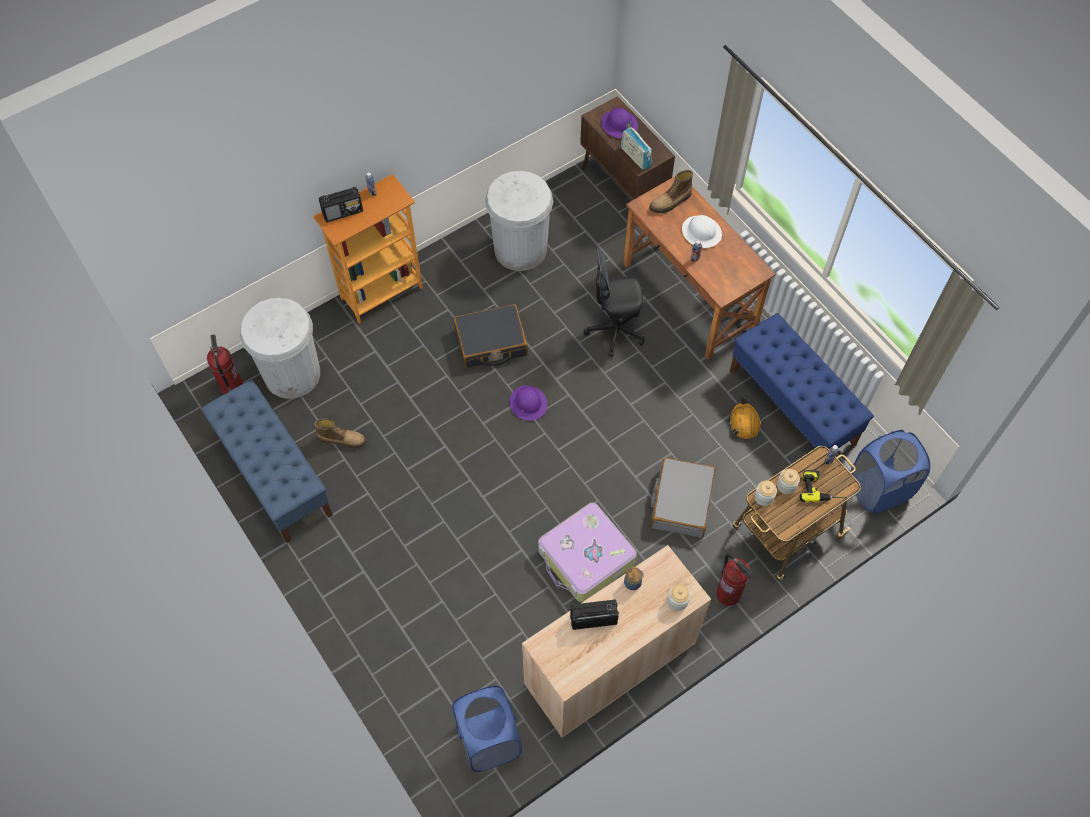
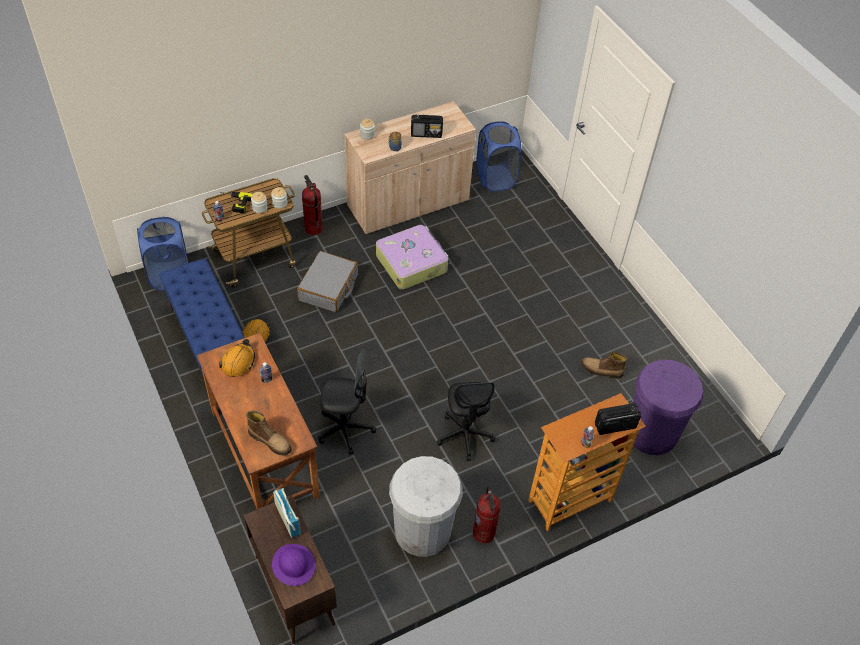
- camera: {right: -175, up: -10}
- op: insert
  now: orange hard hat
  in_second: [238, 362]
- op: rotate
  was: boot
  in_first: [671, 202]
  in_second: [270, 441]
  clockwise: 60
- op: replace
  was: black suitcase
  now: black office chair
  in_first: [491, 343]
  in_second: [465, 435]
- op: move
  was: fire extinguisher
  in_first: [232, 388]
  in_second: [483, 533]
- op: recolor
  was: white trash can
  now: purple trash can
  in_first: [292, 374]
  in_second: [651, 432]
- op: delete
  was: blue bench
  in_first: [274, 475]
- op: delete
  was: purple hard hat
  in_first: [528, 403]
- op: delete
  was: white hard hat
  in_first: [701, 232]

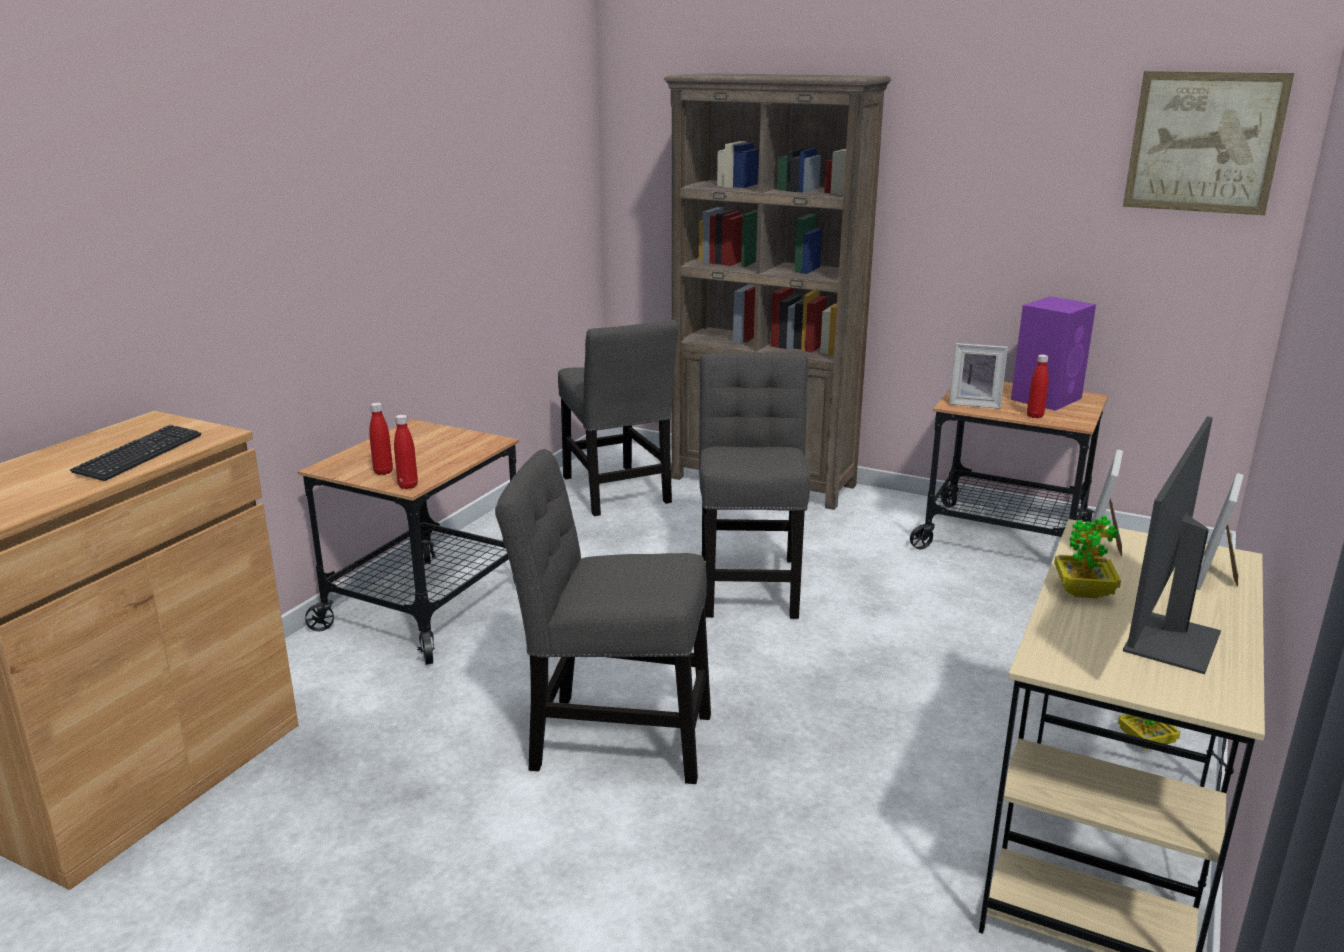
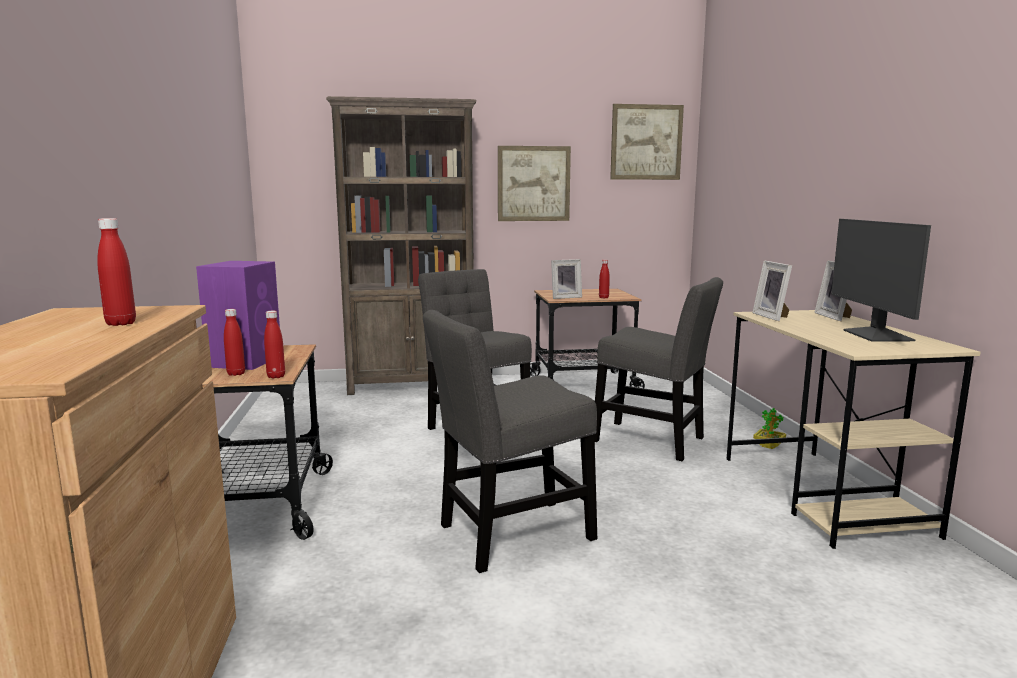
- camera: {right: -35, up: -10}
- op: replace
  was: keyboard
  now: red bottle
  in_first: [139, 455]
  in_second: [121, 323]
- op: move
  was: purple speaker
  in_first: [1047, 398]
  in_second: [246, 361]
- op: insert
  now: picture
  in_second: [533, 183]
- op: move
  was: grey chair
  in_first: [617, 493]
  in_second: [653, 441]
- op: delete
  was: potted plant
  in_first: [1083, 592]

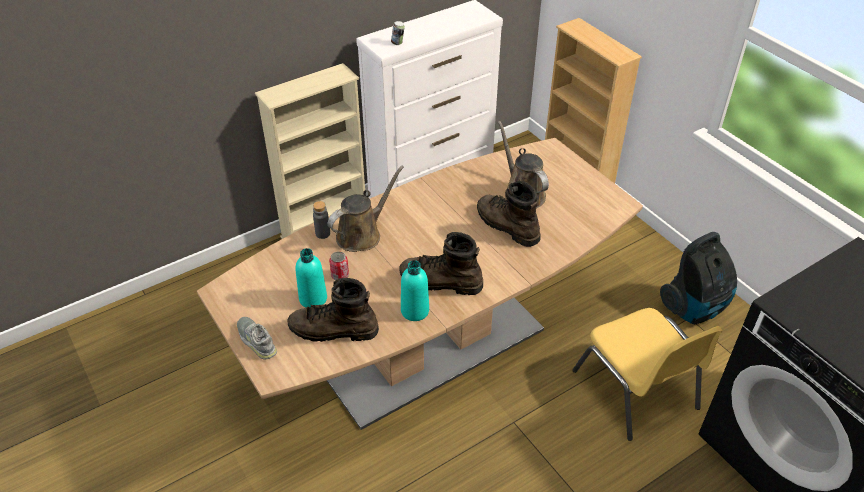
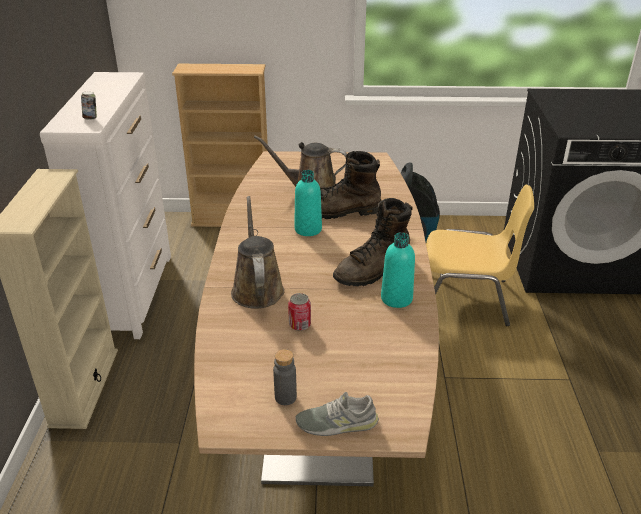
- camera: {right: -55, up: -10}
- op: move
  was: grey bottle
  in_first: [322, 233]
  in_second: [285, 397]
- op: move
  was: turquoise bottle
  in_first: [313, 299]
  in_second: [308, 229]
- op: delete
  was: brown boot
  in_first: [333, 331]

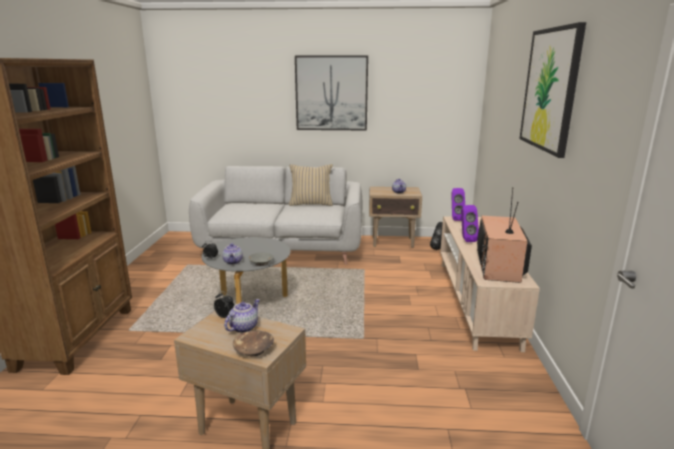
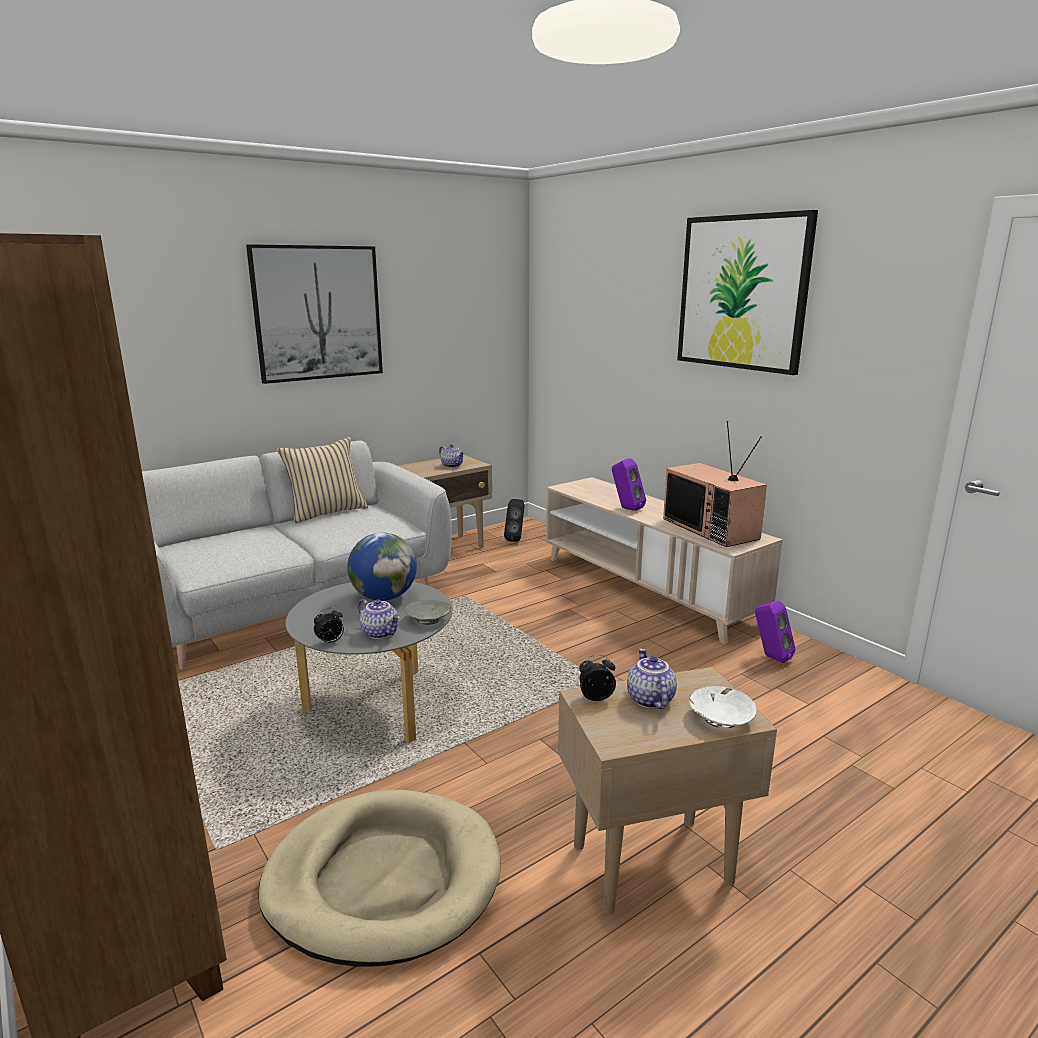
- camera: {right: -40, up: 0}
- op: insert
  now: beige dog bed
  in_second: [383, 880]
- op: insert
  now: globe
  in_second: [384, 597]
- op: recolor
  was: brown bowl
  now: white bowl
  in_first: [254, 349]
  in_second: [720, 717]
- op: move
  was: purple speaker
  in_first: [455, 219]
  in_second: [770, 657]

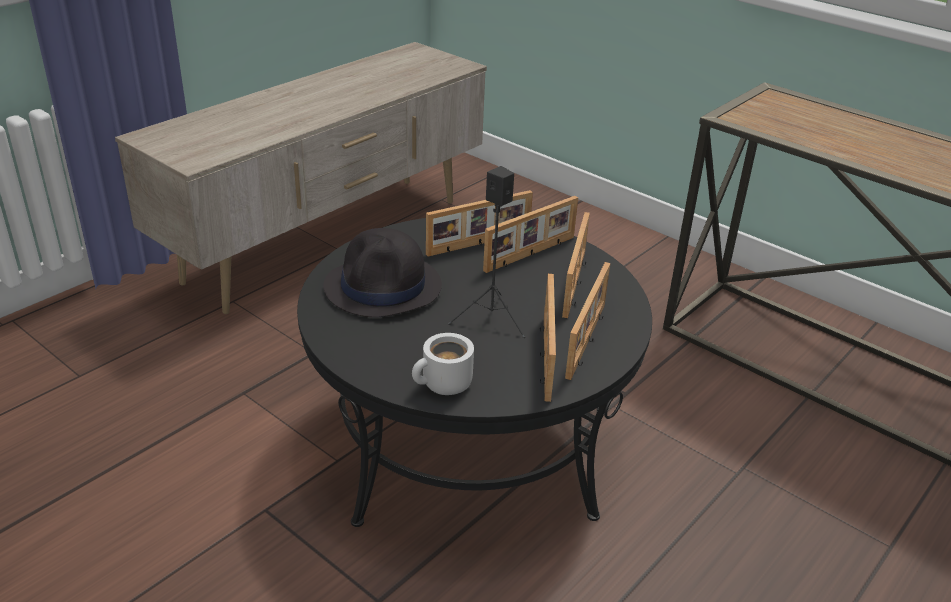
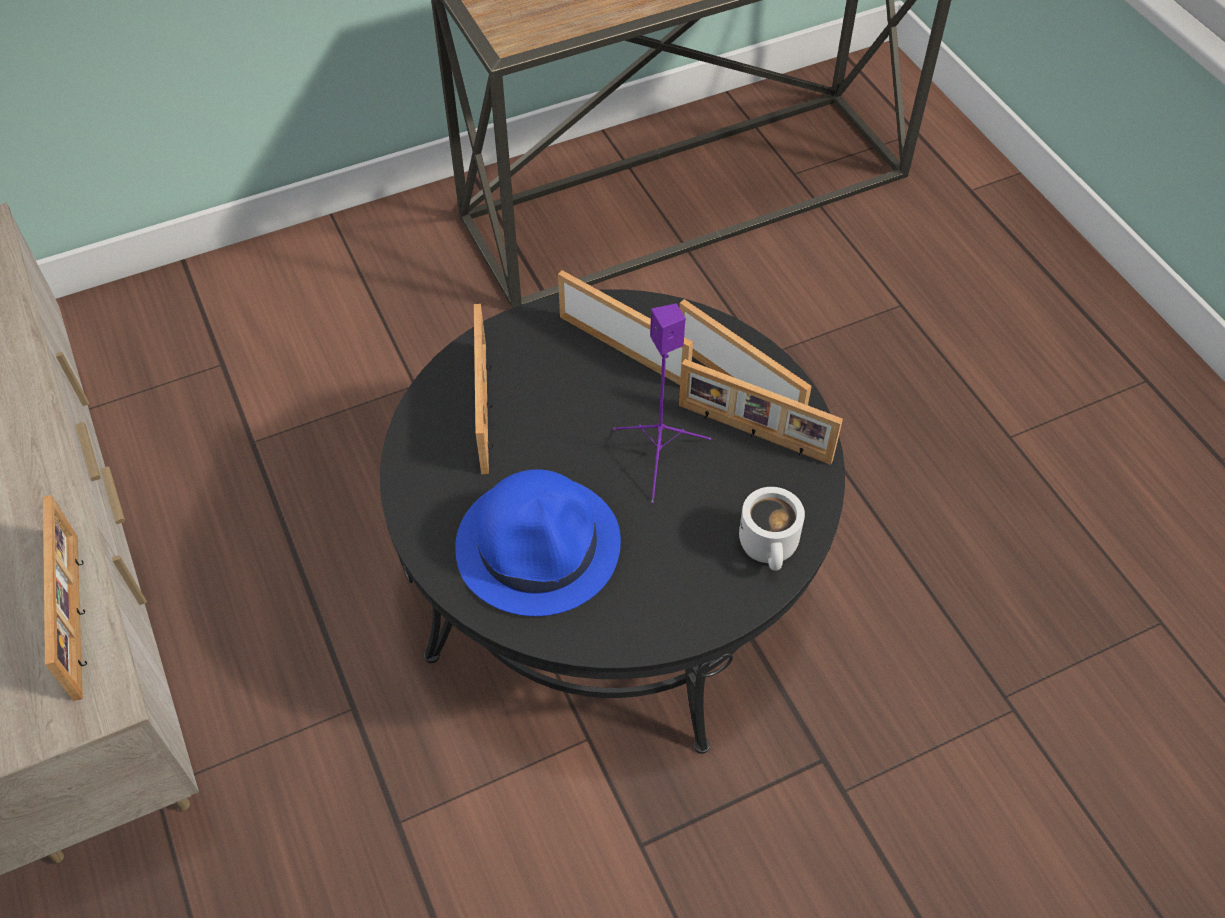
- camera: {right: -65, up: 20}
- op: move
  was: picture frame
  in_first: [531, 254]
  in_second: [79, 614]
- op: recolor
  was: black hat
  now: blue hat
  in_first: [384, 287]
  in_second: [539, 545]
- op: recolor
  was: black speaker
  now: purple speaker
  in_first: [490, 318]
  in_second: [659, 457]

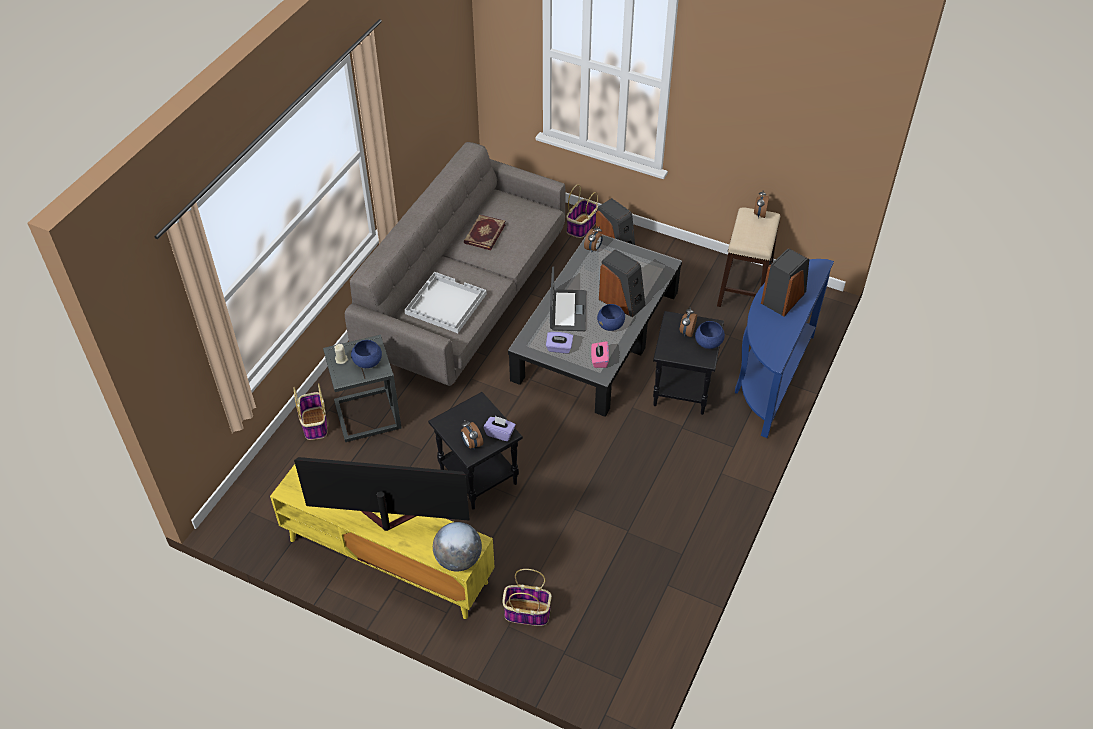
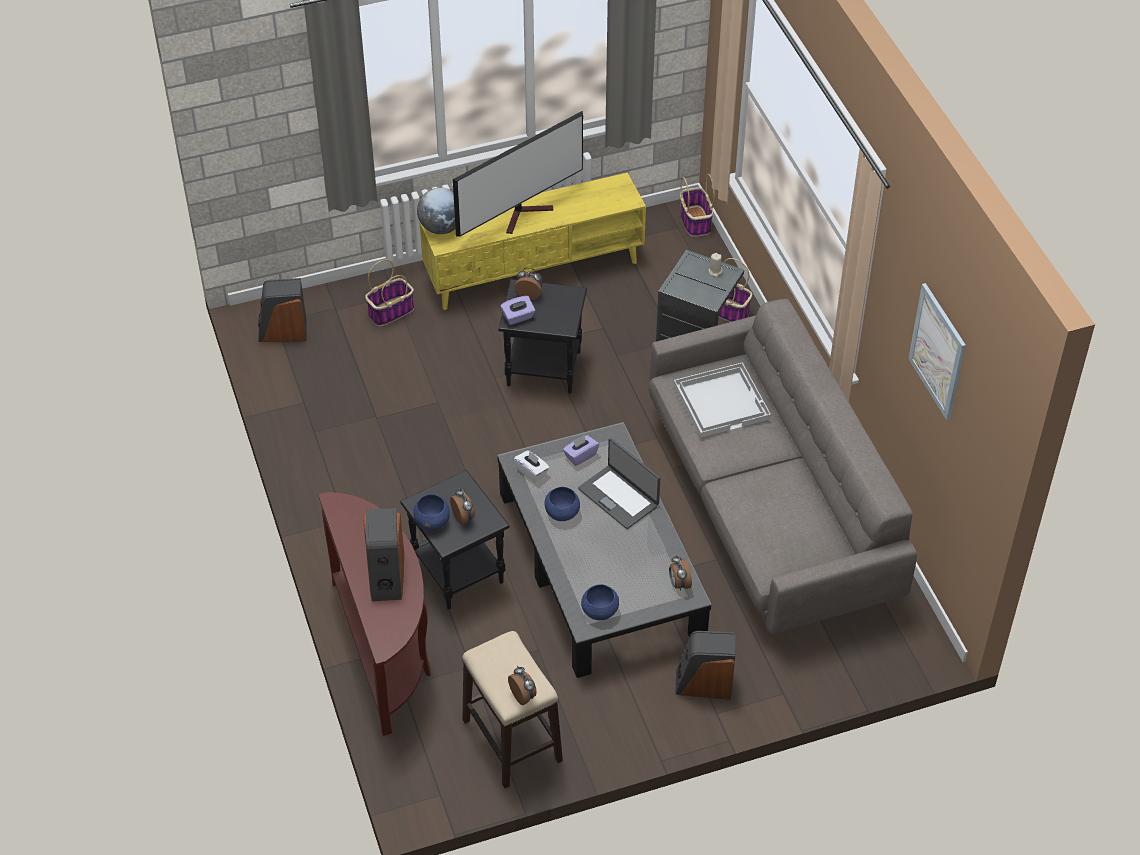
- camera: {right: 135, up: 0}
- op: move
  was: speaker
  in_first: [622, 301]
  in_second: [283, 331]
- op: recolor
  was: blue console table
  now: brown console table
  in_first: [770, 378]
  in_second: [385, 650]
- op: recolor
  was: pink tissue box
  now: white tissue box
  in_first: [599, 360]
  in_second: [532, 472]
- op: move
  was: blue bowl
  in_first: [367, 362]
  in_second: [599, 611]
- op: move
  was: basket
  in_first: [581, 226]
  in_second: [695, 221]
- op: insert
  now: picture
  in_second: [938, 351]
- op: delete
  was: book
  in_first: [484, 233]

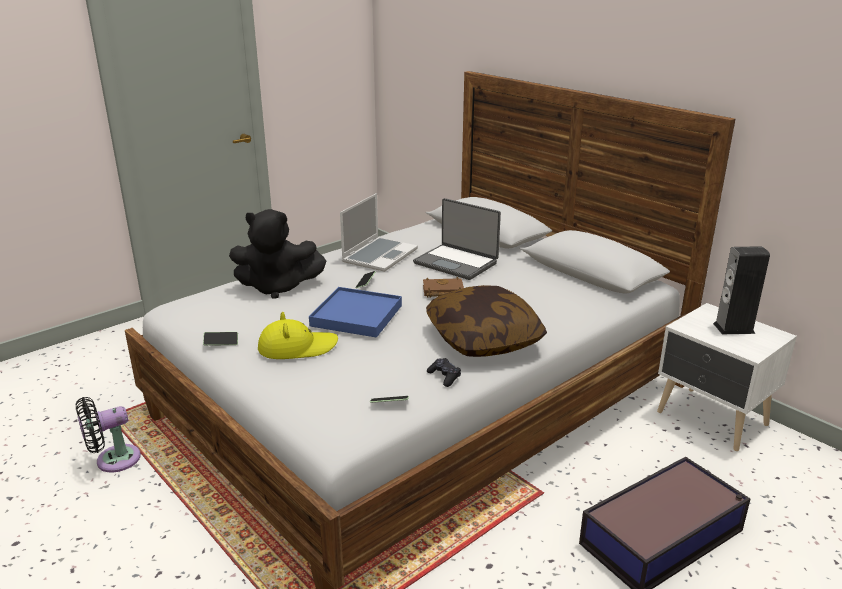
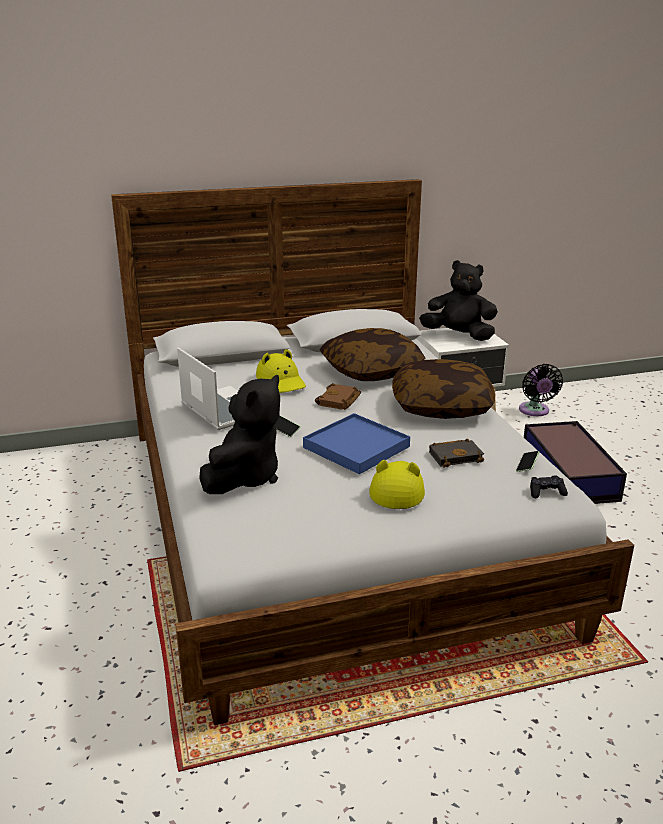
- camera: {right: -65, up: 0}
- op: replace
  was: laptop
  now: yellow hat
  in_first: [456, 263]
  in_second: [281, 381]
- op: insert
  now: pillow
  in_second: [371, 370]
- op: replace
  was: speaker
  now: black plush toy
  in_first: [733, 328]
  in_second: [459, 335]
- op: insert
  now: black book
  in_second: [456, 456]
- op: move
  was: black fan
  in_first: [113, 460]
  in_second: [535, 411]
- op: move
  was: black game controller
  in_first: [444, 377]
  in_second: [546, 492]
- op: delete
  was: phone
  in_first: [221, 343]

